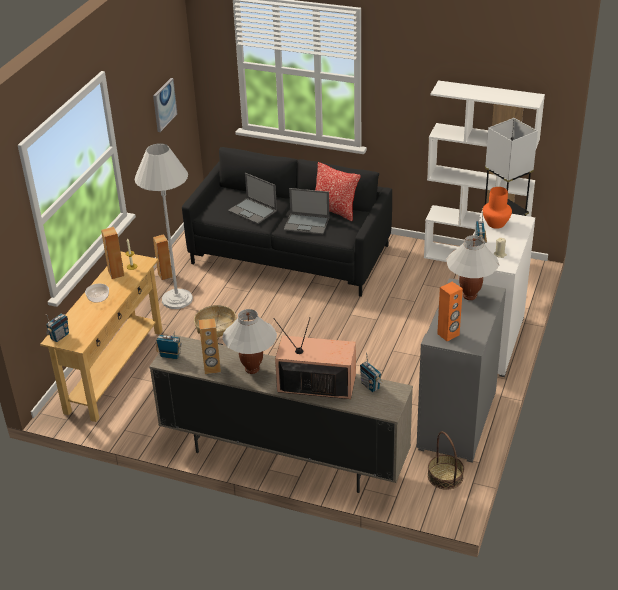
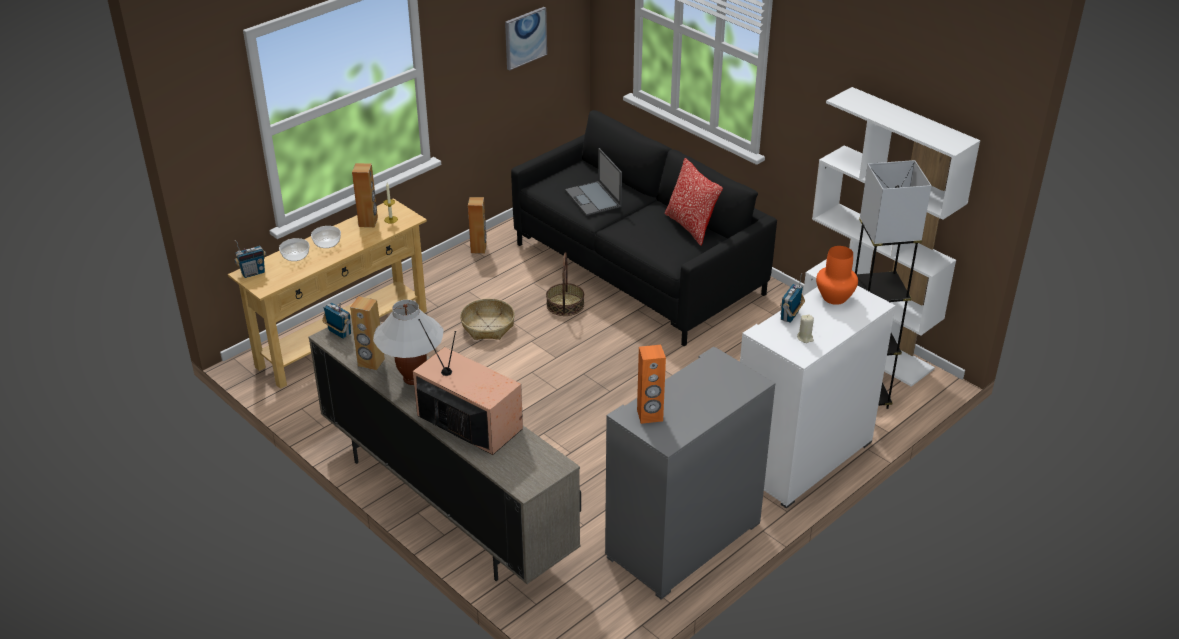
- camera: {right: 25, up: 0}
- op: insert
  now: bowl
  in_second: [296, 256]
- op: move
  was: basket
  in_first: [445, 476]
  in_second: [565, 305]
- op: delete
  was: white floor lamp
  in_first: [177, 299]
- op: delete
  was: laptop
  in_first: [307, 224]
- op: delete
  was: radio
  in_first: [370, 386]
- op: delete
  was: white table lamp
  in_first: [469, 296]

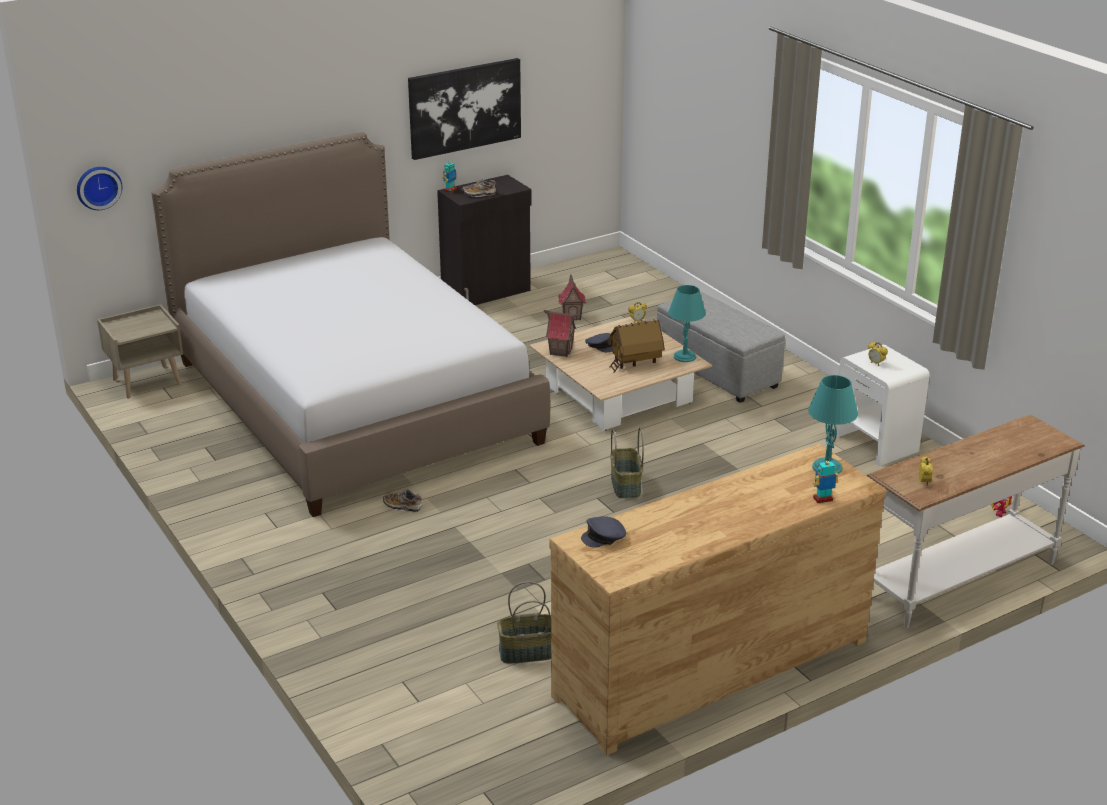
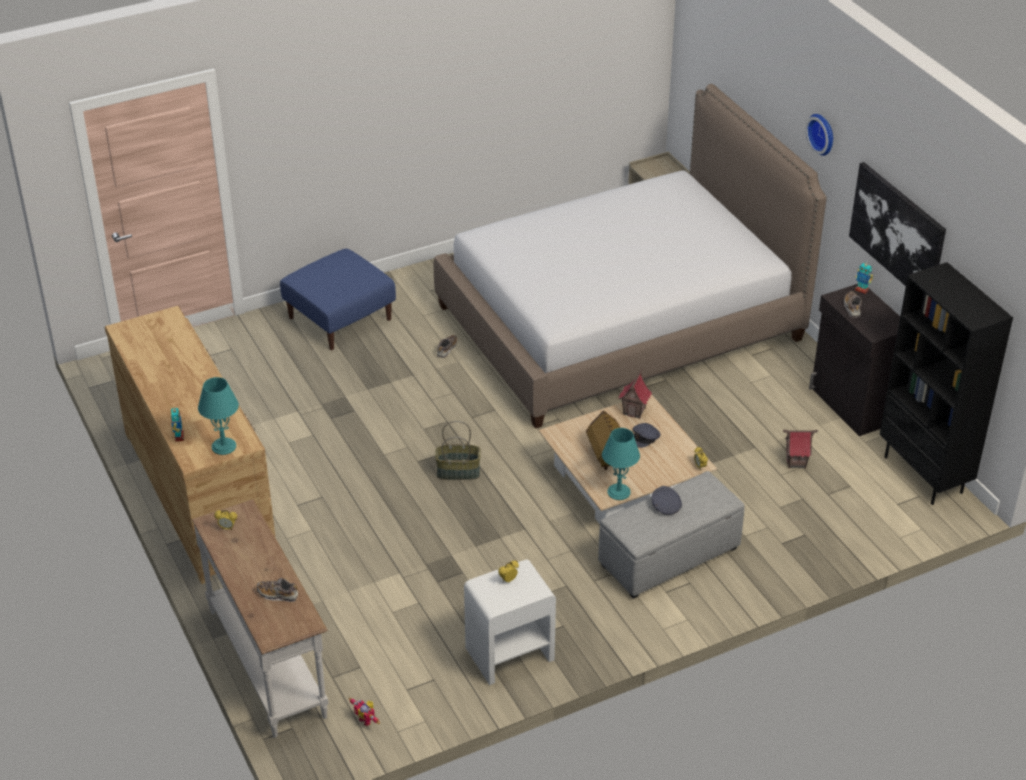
- camera: {right: 95, up: 10}
- op: insert
  now: shoe
  in_second: [278, 594]
- op: insert
  now: blue ottoman
  in_second: [340, 318]
- op: move
  was: grey cap
  in_first: [604, 537]
  in_second: [665, 506]
- op: move
  was: wall clock
  in_first: [98, 187]
  in_second: [823, 133]
- op: insert
  now: black bookcase
  in_second: [924, 475]
- op: delete
  was: basket
  in_first: [527, 653]

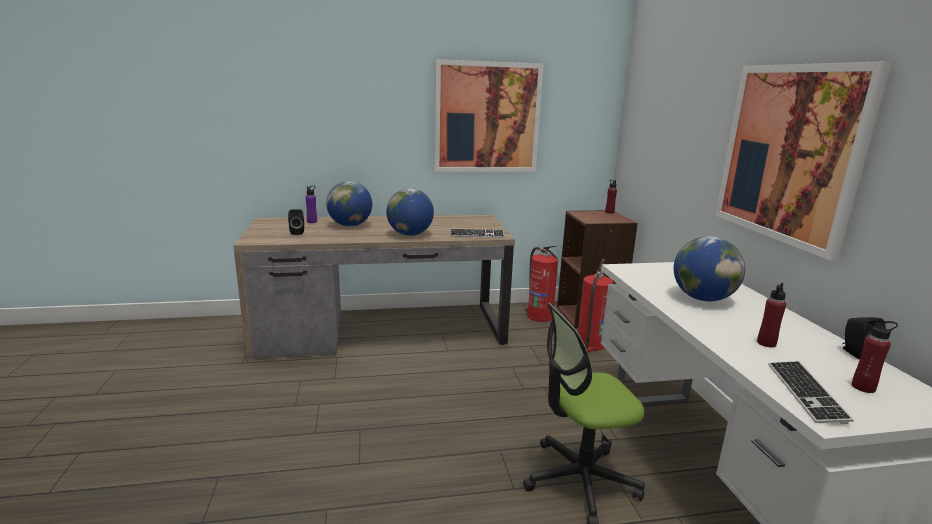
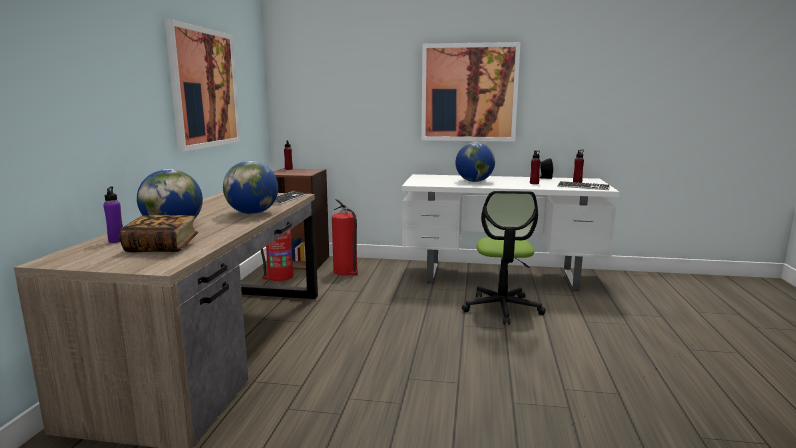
- camera: {right: -70, up: -5}
- op: replace
  was: black speaker
  now: book
  in_first: [297, 232]
  in_second: [162, 247]

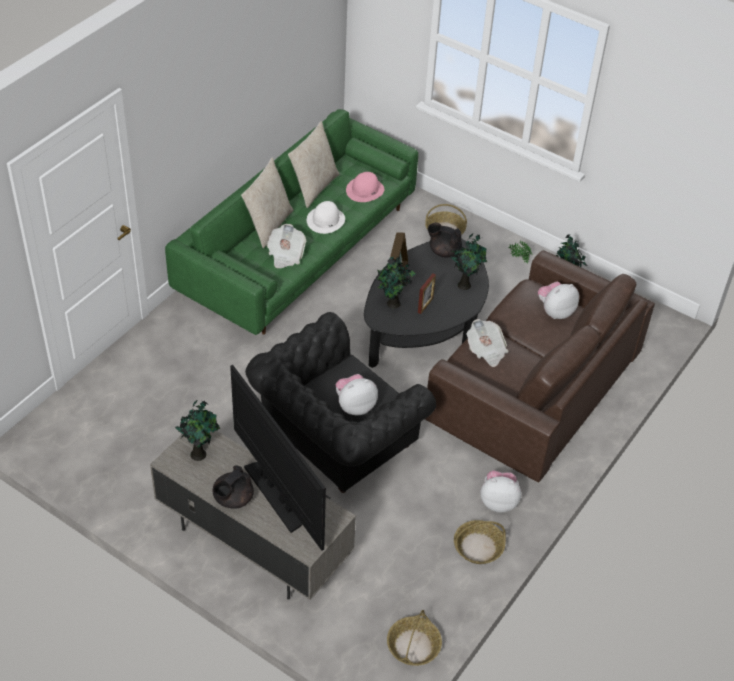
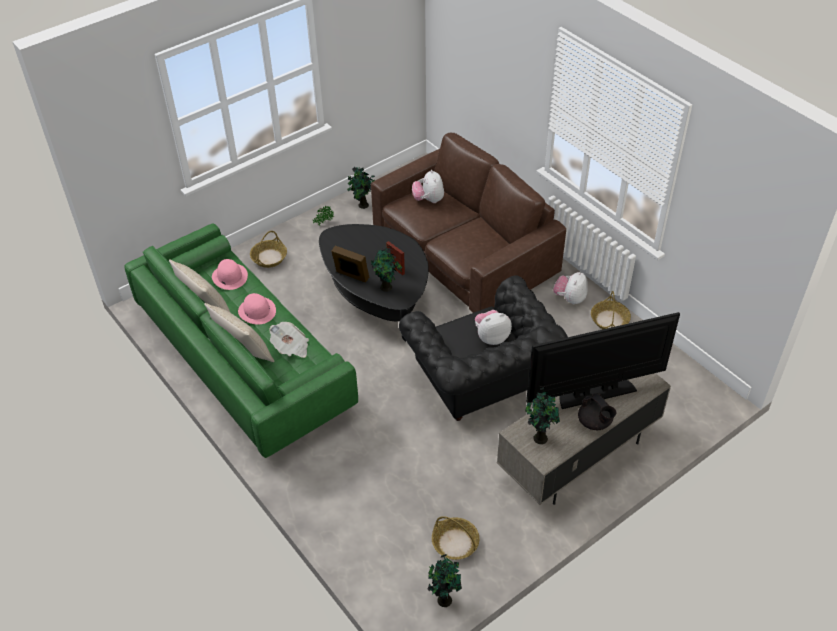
- camera: {right: -70, up: 0}
- op: recolor
  was: white hat
  now: pink hat
  in_first: [325, 220]
  in_second: [257, 311]
- op: move
  was: potted plant
  in_first: [465, 284]
  in_second: [443, 599]
- op: move
  was: basket
  in_first: [413, 646]
  in_second: [455, 543]
- op: rotate
  was: plush toy
  in_first: [355, 406]
  in_second: [491, 337]
  clockwise: 75
- op: delete
  was: black teapot
  in_first: [444, 251]
- op: delete
  was: newspaper
  in_first: [486, 351]

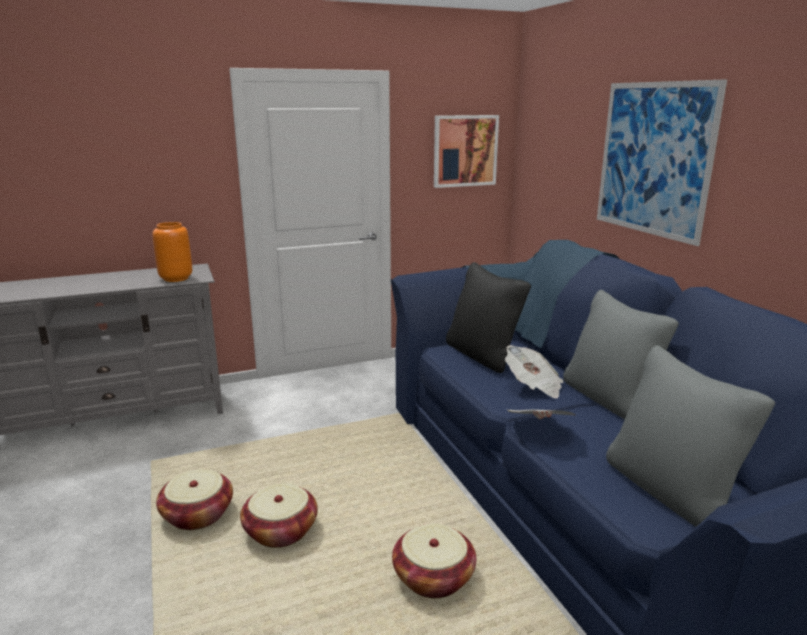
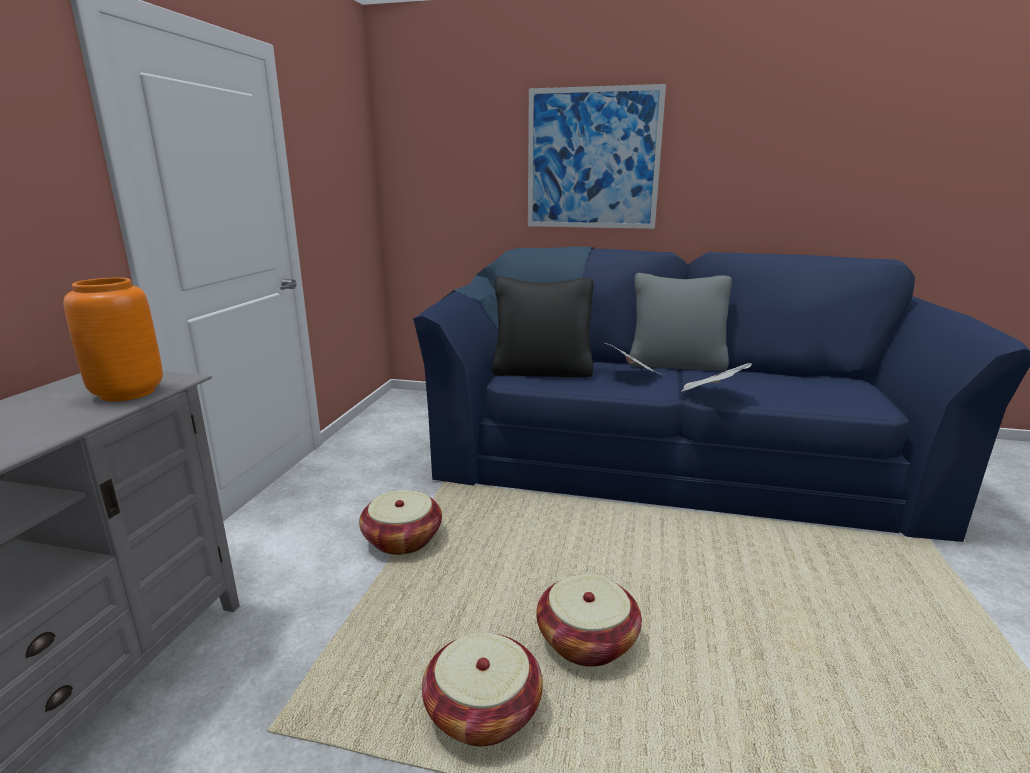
- camera: {right: -55, up: 0}
- op: move
  was: basket
  in_first: [433, 577]
  in_second: [402, 539]
- op: delete
  was: picture
  in_first: [465, 151]
- op: delete
  was: grey pillow
  in_first: [670, 491]

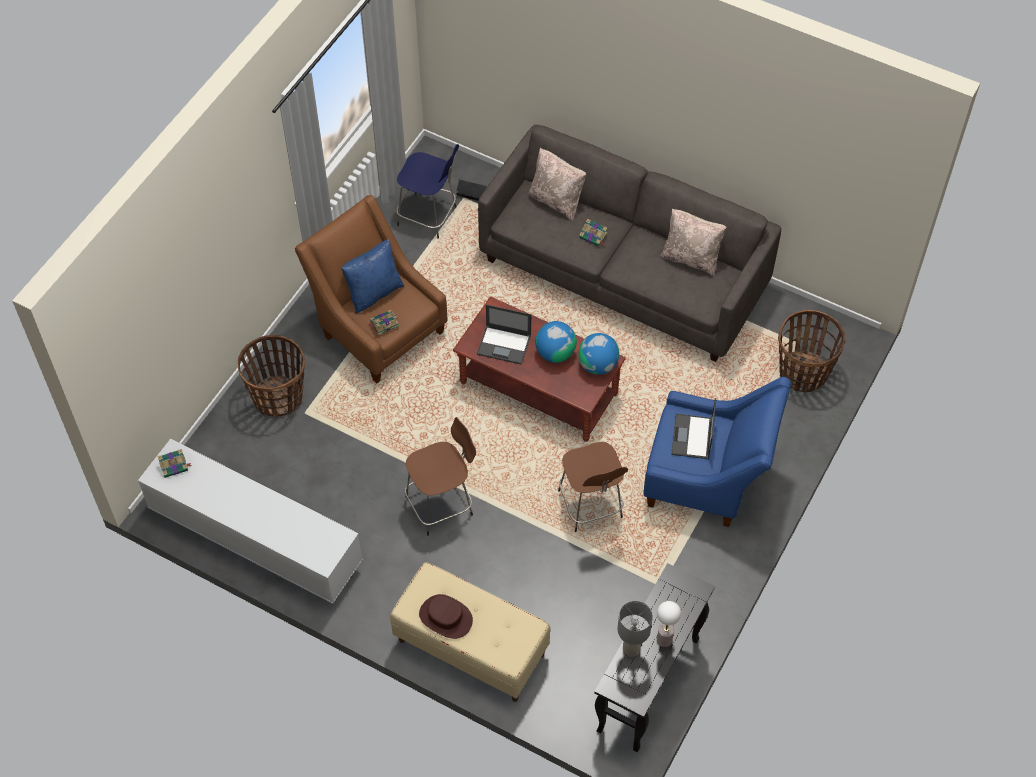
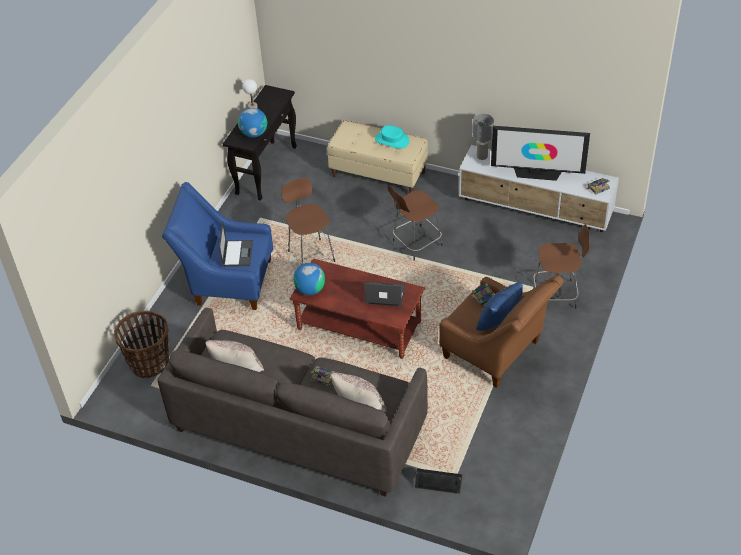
- camera: {right: 175, up: -10}
- op: move
  was: globe
  in_first: [555, 353]
  in_second: [254, 133]
- op: recolor
  was: brown hat
  now: turquoise hat
  in_first: [445, 617]
  in_second: [392, 140]
- op: move
  was: grey table lamp
  in_first: [632, 649]
  in_second: [481, 156]
- op: insert
  now: television
  in_second: [537, 173]
- op: replace
  was: basket
  now: brown stool
  in_first: [278, 397]
  in_second: [557, 295]
- op: delete
  was: blue stool
  in_first: [429, 217]

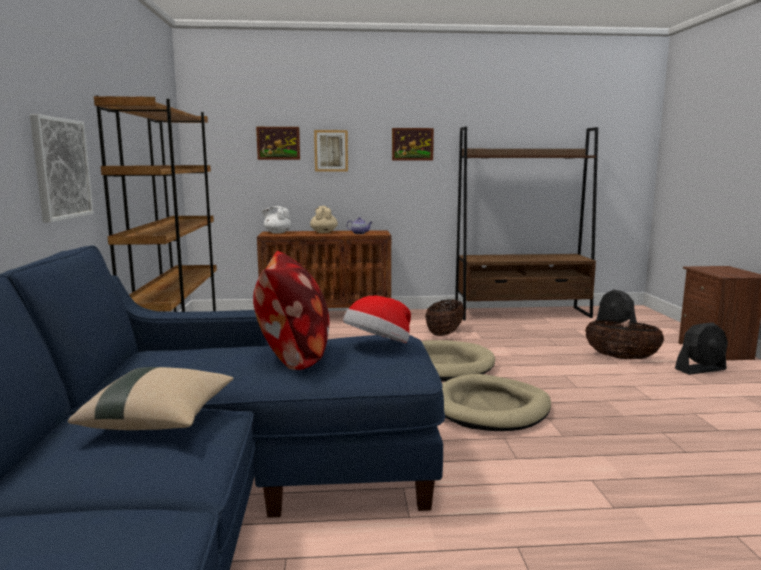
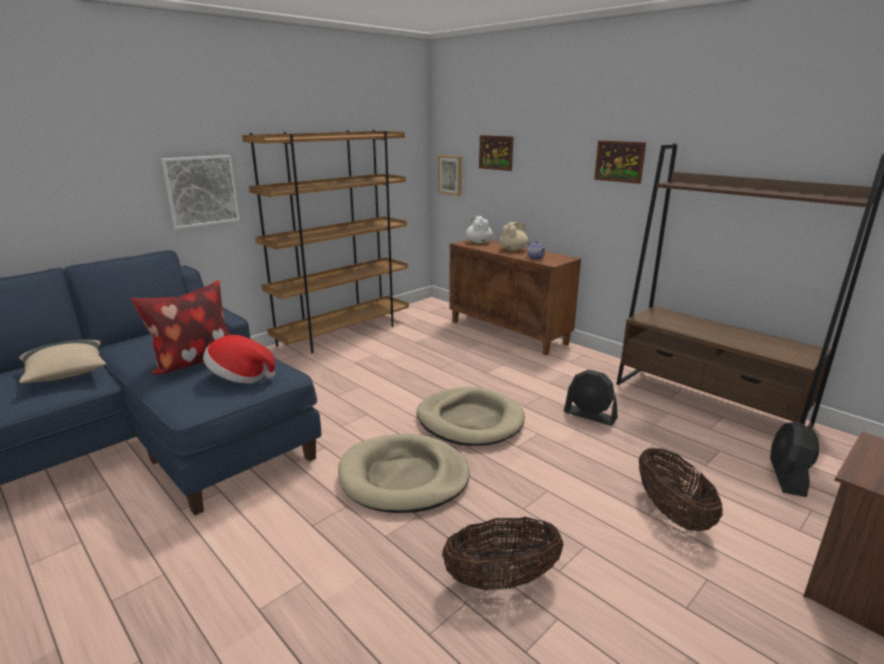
- camera: {right: 50, up: 10}
- op: move
  was: picture
  in_first: [331, 151]
  in_second: [450, 175]
- op: move
  was: basket
  in_first: [444, 334]
  in_second: [501, 580]
- op: move
  was: black fan
  in_first: [700, 369]
  in_second: [590, 415]

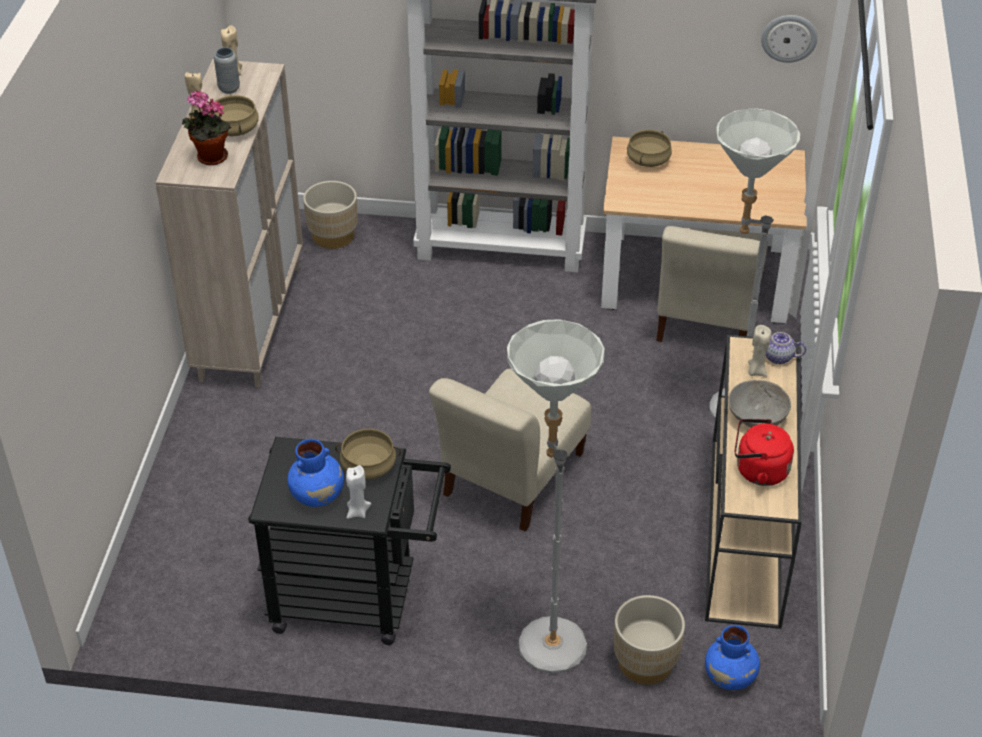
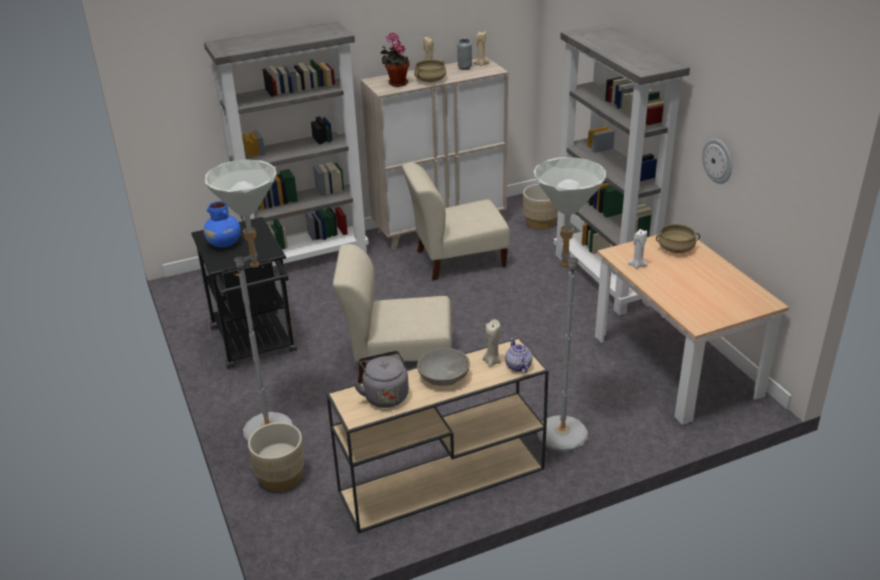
- camera: {right: 60, up: -10}
- op: insert
  now: grey bookcase
  in_second: [307, 258]
- op: recolor
  was: red kettle
  now: grey kettle
  in_first: [758, 470]
  in_second: [385, 395]
- op: move
  was: beige chair
  in_first: [706, 317]
  in_second: [456, 260]
- op: move
  was: white candle
  in_first: [357, 511]
  in_second: [637, 265]
- op: move
  was: wall clock
  in_first: [789, 37]
  in_second: [718, 160]
- op: delete
  was: beige cooking pot
  in_first: [369, 466]
- op: delete
  was: blue vase
  in_first: [730, 677]

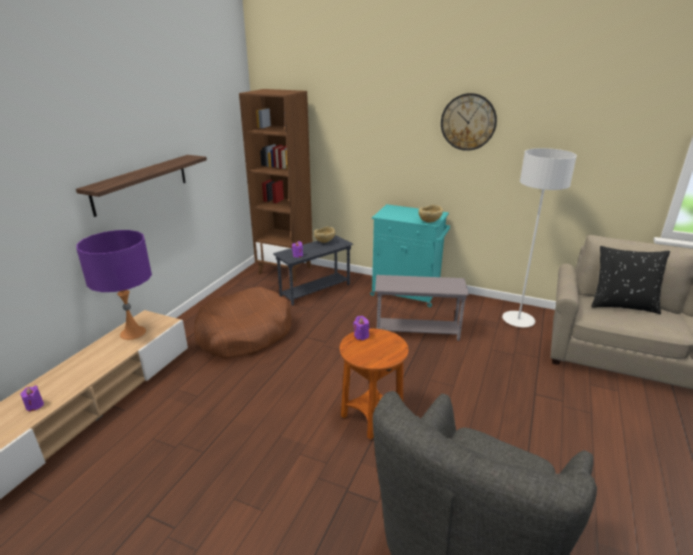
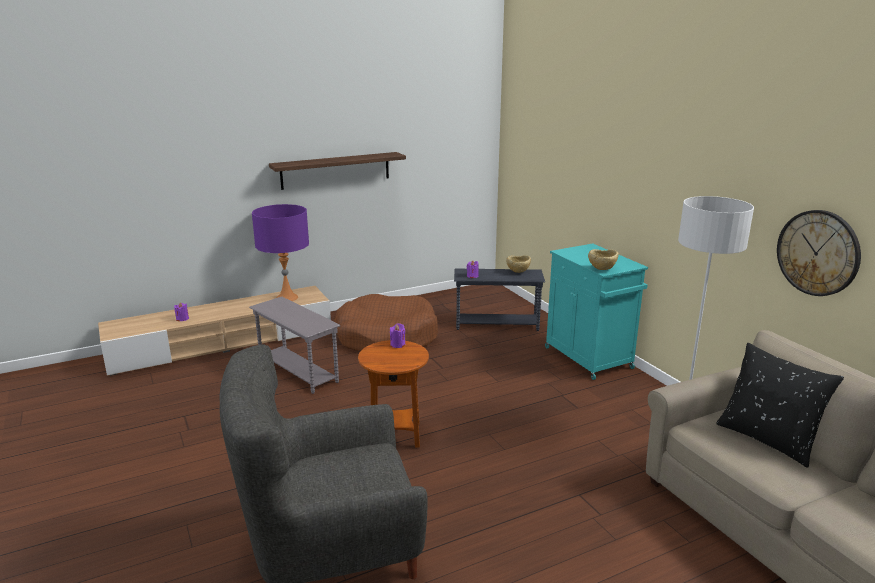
- camera: {right: 40, up: -5}
- op: move
  was: grey side table
  in_first: [417, 331]
  in_second: [298, 371]
- op: move
  was: wall clock
  in_first: [468, 122]
  in_second: [818, 252]
- op: delete
  was: brown bookcase
  in_first: [285, 270]

